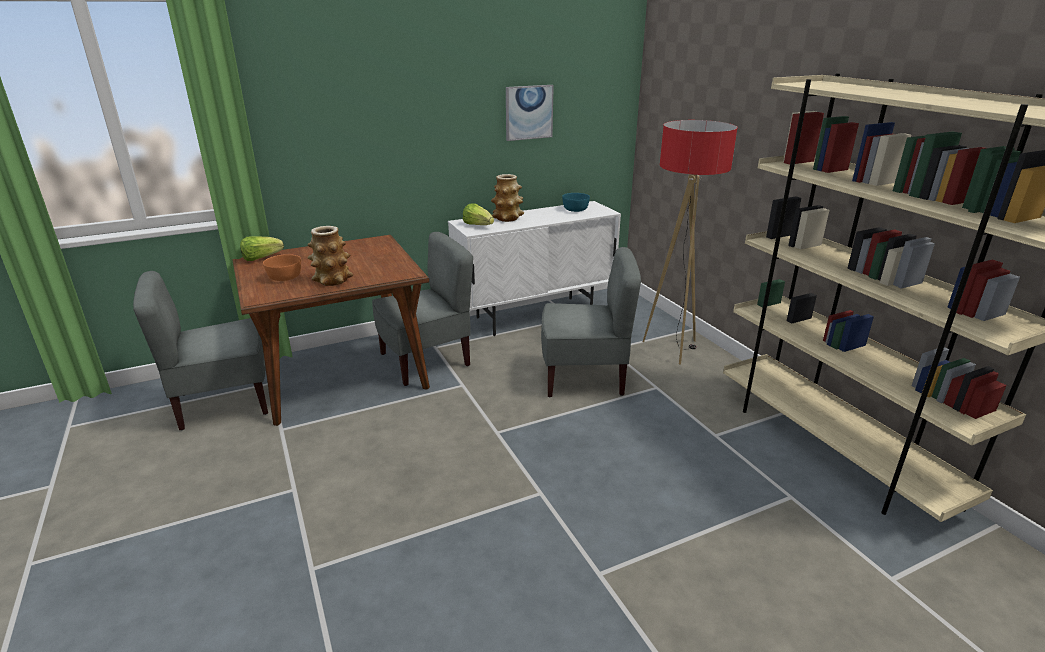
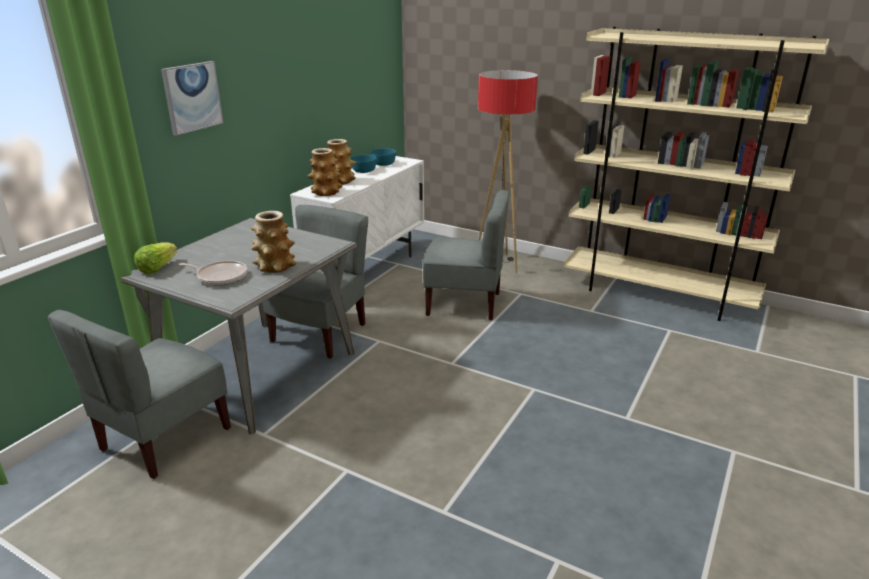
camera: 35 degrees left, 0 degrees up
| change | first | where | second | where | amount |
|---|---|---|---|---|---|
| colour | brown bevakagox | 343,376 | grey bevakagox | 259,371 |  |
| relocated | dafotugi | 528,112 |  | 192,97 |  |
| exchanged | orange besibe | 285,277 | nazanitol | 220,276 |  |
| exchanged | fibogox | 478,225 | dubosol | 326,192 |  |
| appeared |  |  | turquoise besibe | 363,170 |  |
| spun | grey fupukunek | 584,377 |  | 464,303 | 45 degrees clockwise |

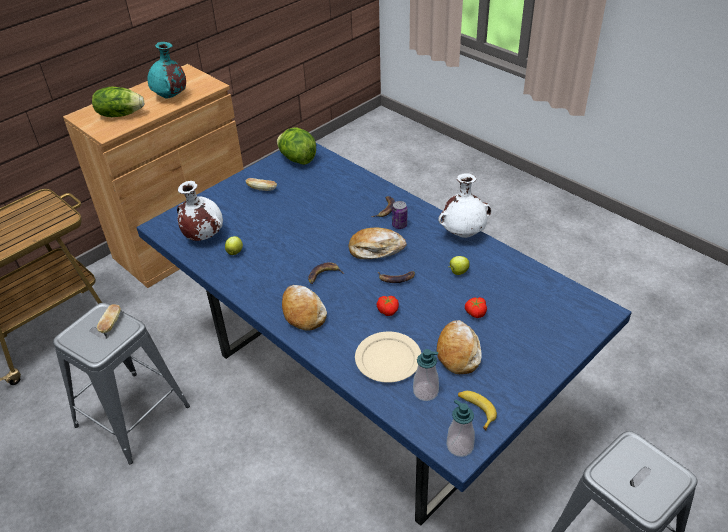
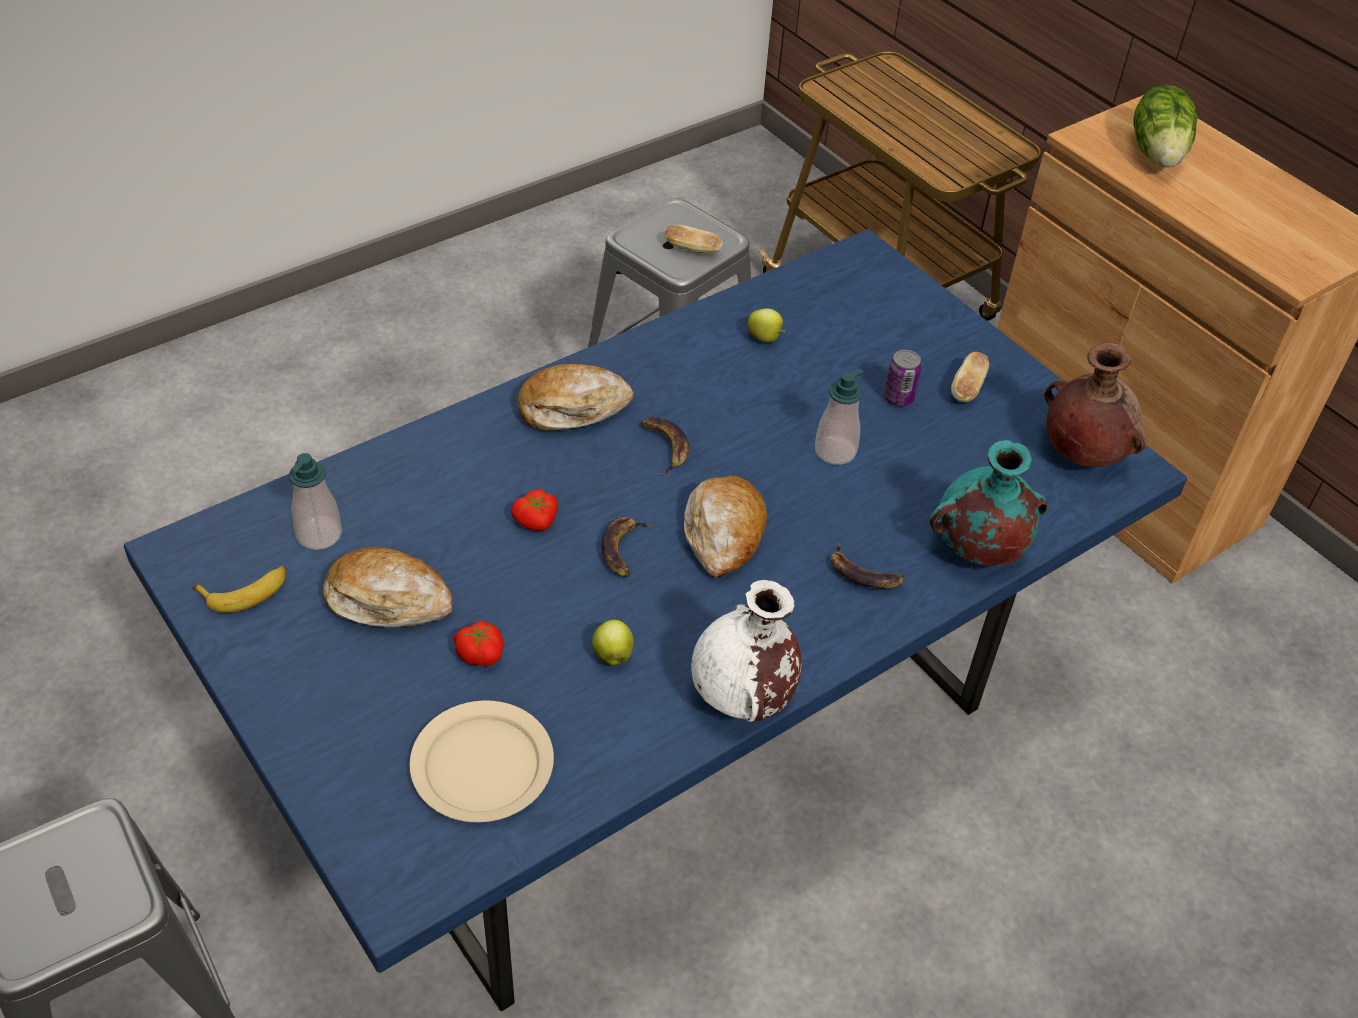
camera: 95 degrees right, 5 degrees up
| change | first | where | second | where | amount |
|---|---|---|---|---|---|
| relocated | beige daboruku | 388,358 |  | 483,765 |  |
| relocated | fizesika | 460,446 |  | 835,451 |  |
| relocated | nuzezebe | 399,225 |  | 898,398 |  |
| relocated | turquoise dubosol | 171,96 |  | 977,549 |  |
| exchanged | fibogox | 297,159 | brown dubosol | 1081,453 |  |
| missing | white dubosol | 203,236 |  |  |  |

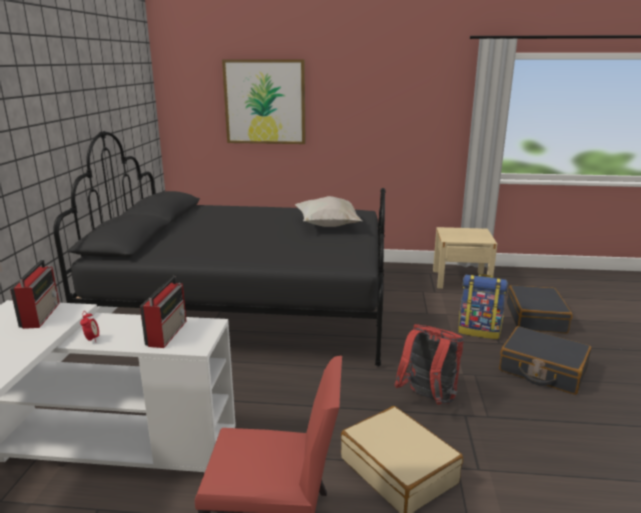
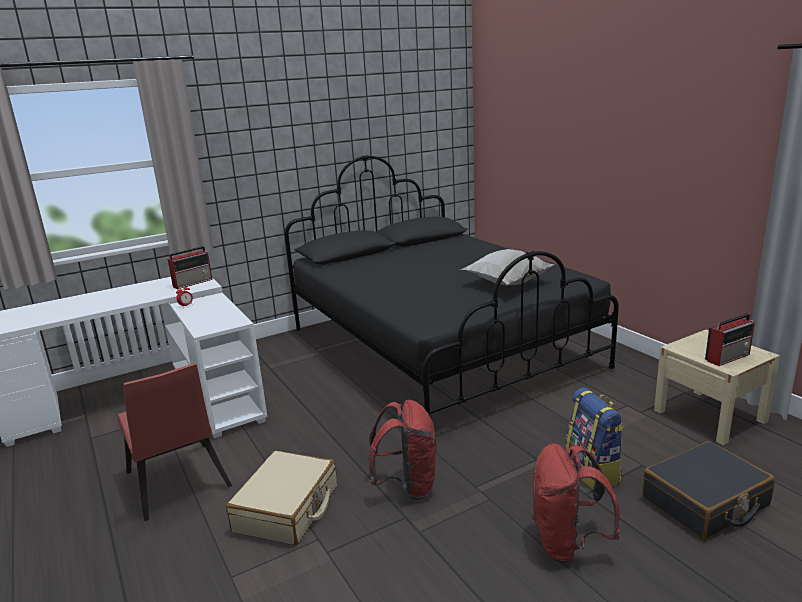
camera: 55 degrees right, 0 degrees up
| change | first | where | second | where | amount |
|---|---|---|---|---|---|
| exchanged | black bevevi | 542,370 | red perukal | 567,543 |  |
| relocated | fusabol | 167,332 |  | 728,357 |  |
| missing | dafotugi | 265,102 |  |  |  |

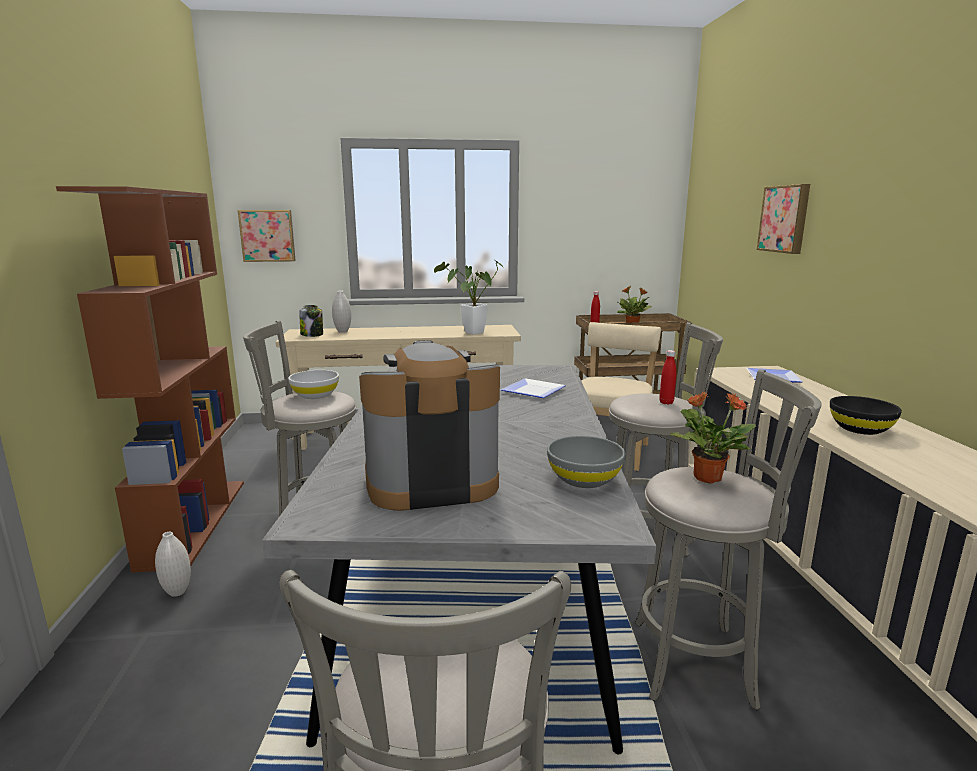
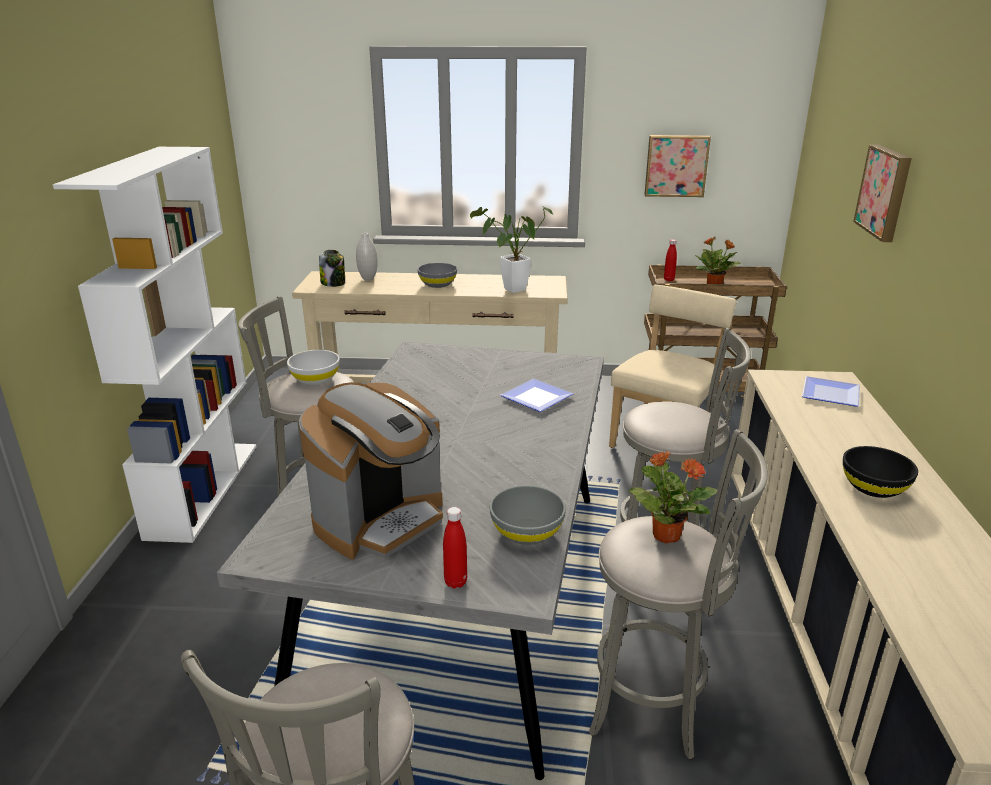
camera: 10 degrees right, 10 degrees up
| change | first | where | second | where | amount |
|---|---|---|---|---|---|
| colour | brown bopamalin | 194,521 | white bopamalin | 203,488 |  |
| spun | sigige | 431,482 |  | 381,520 | 135 degrees clockwise |
| appeared |  |  | grey besibe | 437,284 |  |
| relocated | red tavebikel | 666,402 |  | 455,582 |  |
| relocated | dafotugi | 267,235 |  | 676,165 |  |
| missing | white dubosol | 177,592 |  |  |  |

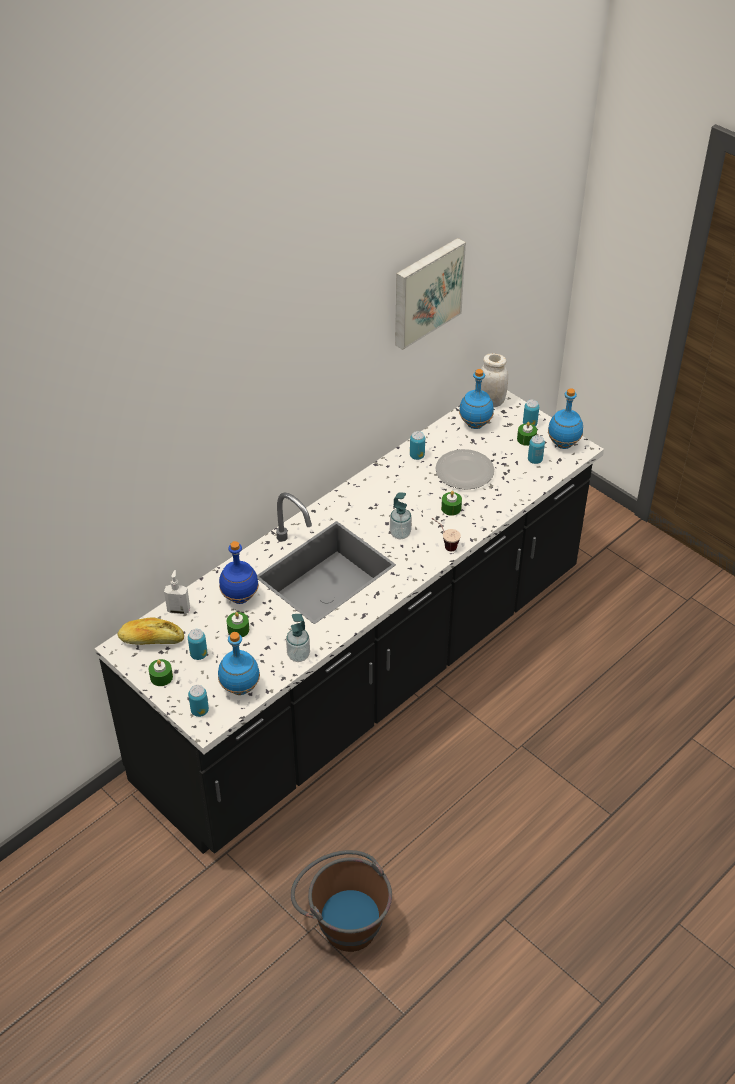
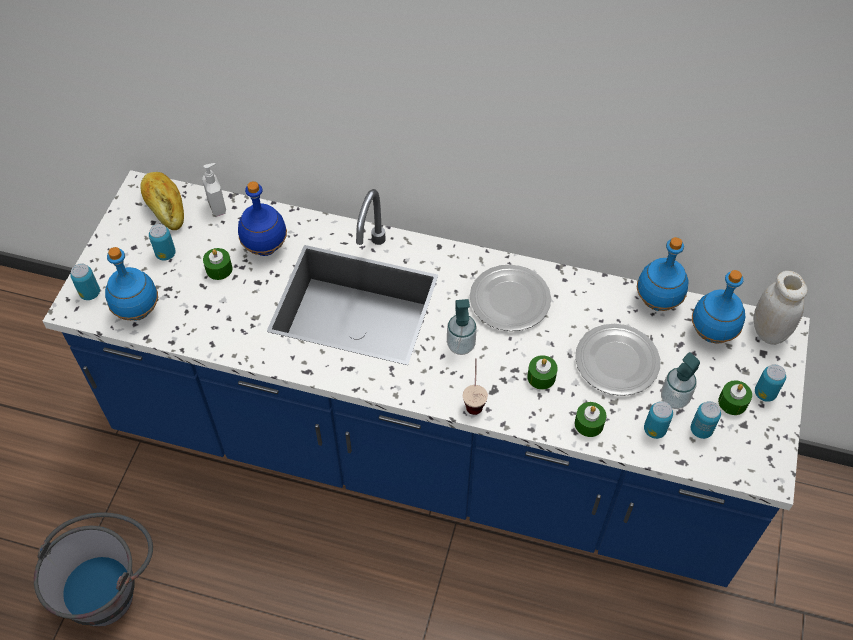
camera: 60 degrees right, 10 degrees up
| change | first | where | second | where | amount |
|---|---|---|---|---|---|
| colour | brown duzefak | 342,919 | grey duzefak | 109,585 |  |
| colour | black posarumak | 367,675 | blue posarumak | 426,450 |  |
| appeared |  |  | daboruku | 510,299 |  |
| relocated | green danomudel | 161,677 |  | 589,424 |  |
| relocated | blue tavebikel | 563,444 |  | 656,302 |  |
| relocated | nuzezebe | 417,456 |  | 654,430 |  |
| relocated | fizesika | 298,655 |  | 674,398 |  |
| missing | dafotugi | 426,292 |  |  |  |

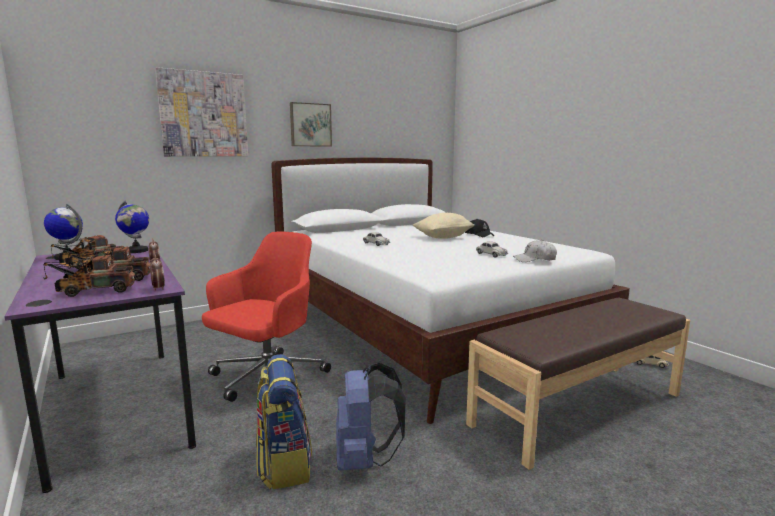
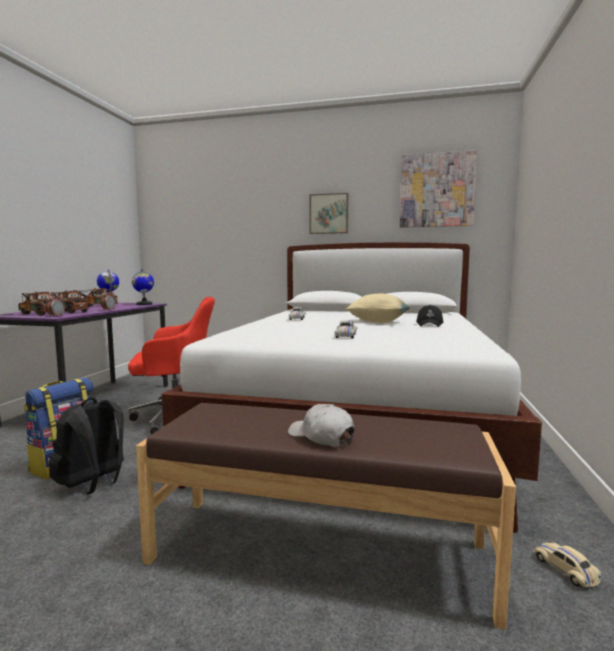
camera: 45 degrees right, 5 degrees down
| change | first | where | second | where | amount |
|---|---|---|---|---|---|
| colour | blue perukal | 364,460 | black perukal | 93,485 |  |
| relocated | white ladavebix | 535,259 |  | 321,436 |  |
| relocated | dafotugi | 203,114 |  | 436,190 |  |

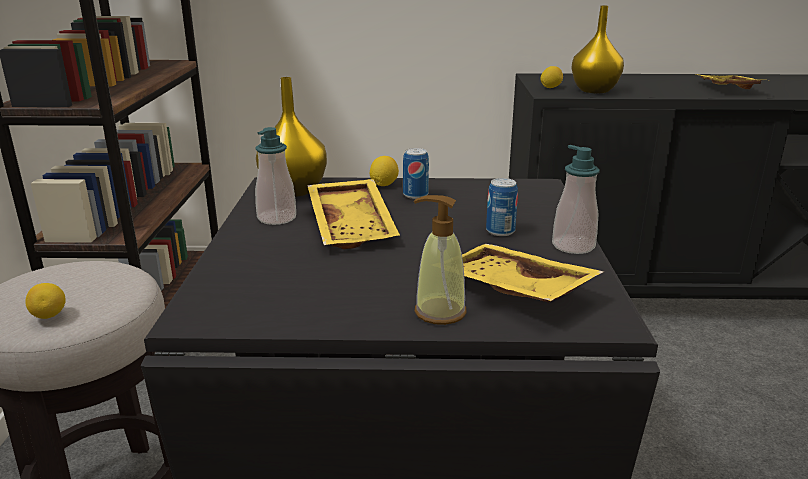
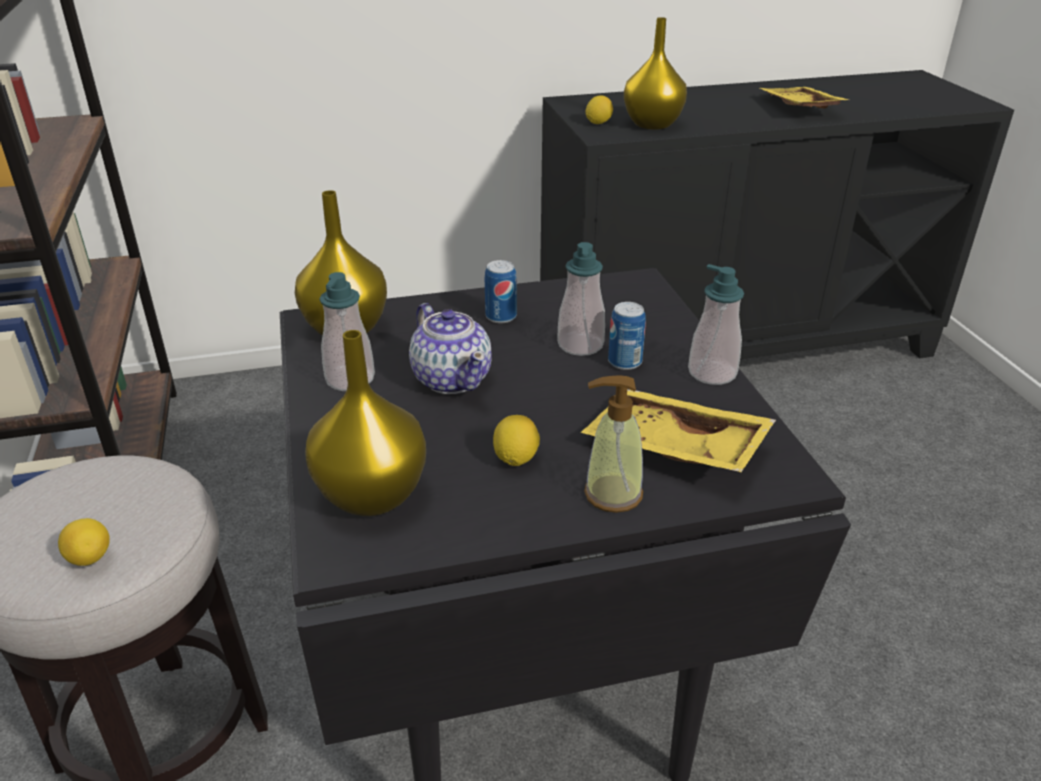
camera: 15 degrees left, 10 degrees up
| change | first | where | second | where | amount |
|---|---|---|---|---|---|
| appeared |  |  | yellow dubosol | 369,496 |  |
| exchanged | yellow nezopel | 354,226 | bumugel | 452,378 |  |
| relocated | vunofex | 384,184 |  | 516,458 |  |
| appeared |  |  | fizesika | 580,345 |  |

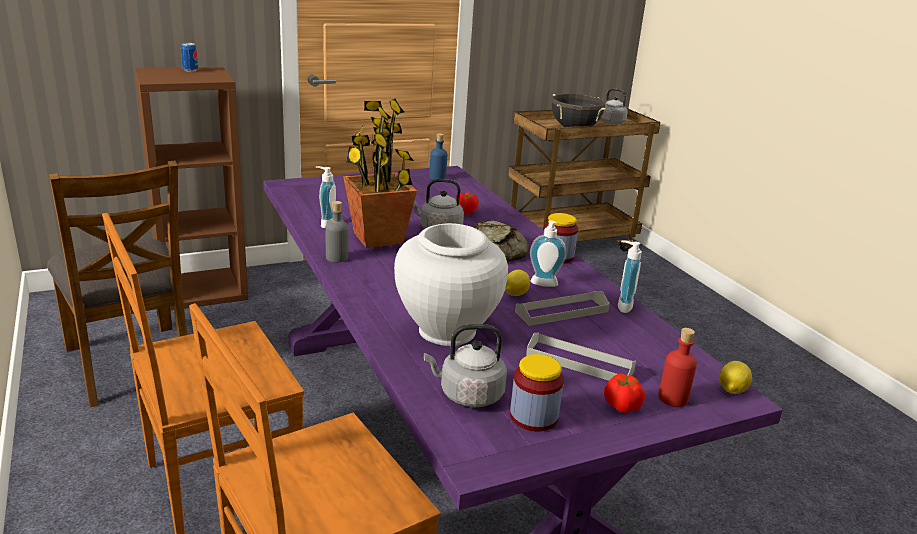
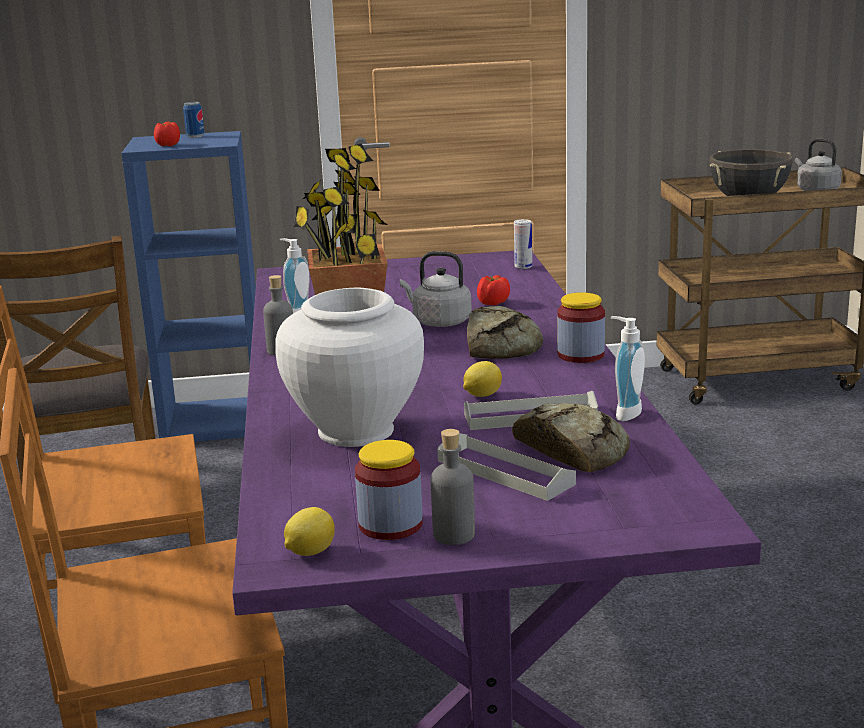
camera: 20 degrees right, 5 degrees down
| change | first | where | second | where | amount |
|---|---|---|---|---|---|
| colour | brown bopamalin | 203,290 | blue bopamalin | 216,422 |  |
| relocated | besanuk | 621,407 |  | 167,145 |  |
| relocated | vunofex | 731,390 |  | 309,552 |  |
| appeared |  |  | grey tavebikel | 454,535 |  |
| appeared |  |  | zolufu | 573,449 |  |
| appeared |  |  | nuzezebe | 523,267 |  |
| missing | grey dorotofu | 468,395 |  |  |  |
| missing | blue tavebikel | 437,178 |  |  |  |
| missing | fizesika | 543,285 |  |  |  |
| missing | red tavebikel | 673,398 |  |  |  |

